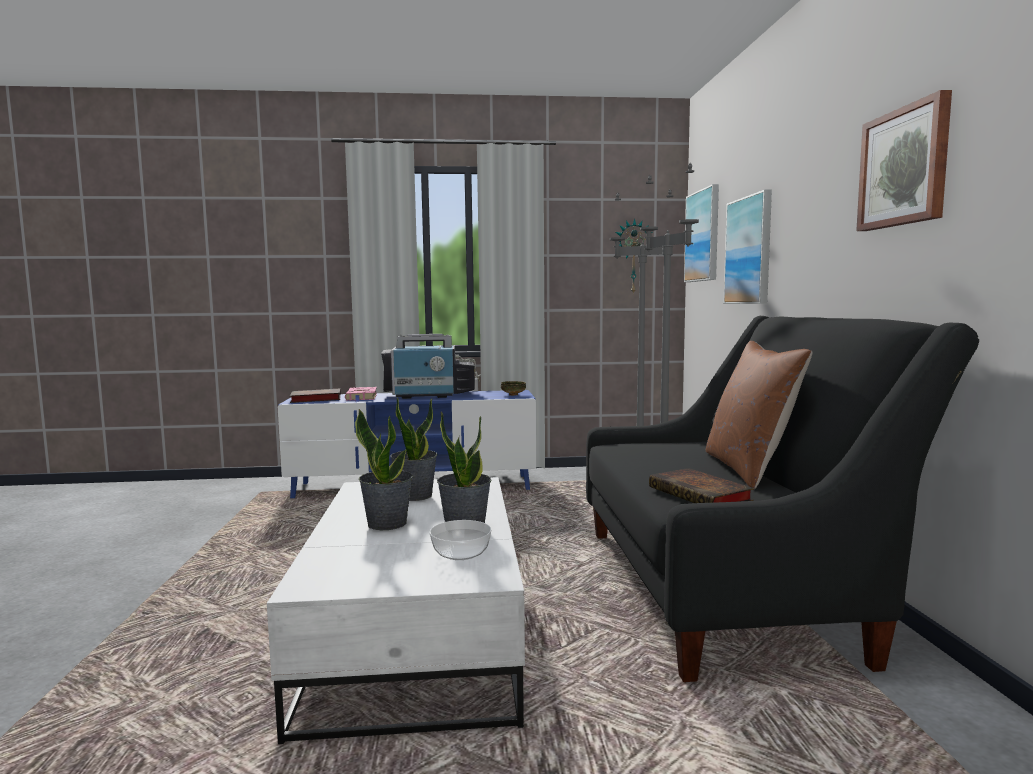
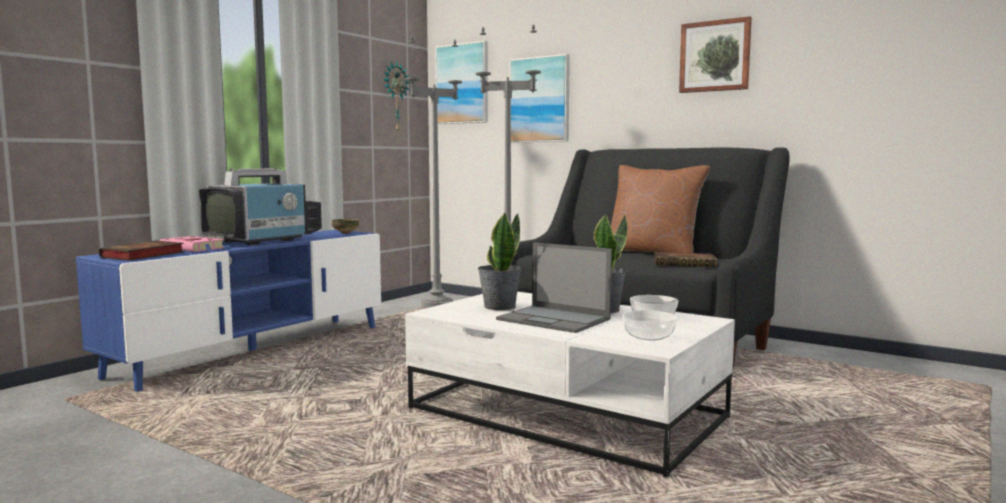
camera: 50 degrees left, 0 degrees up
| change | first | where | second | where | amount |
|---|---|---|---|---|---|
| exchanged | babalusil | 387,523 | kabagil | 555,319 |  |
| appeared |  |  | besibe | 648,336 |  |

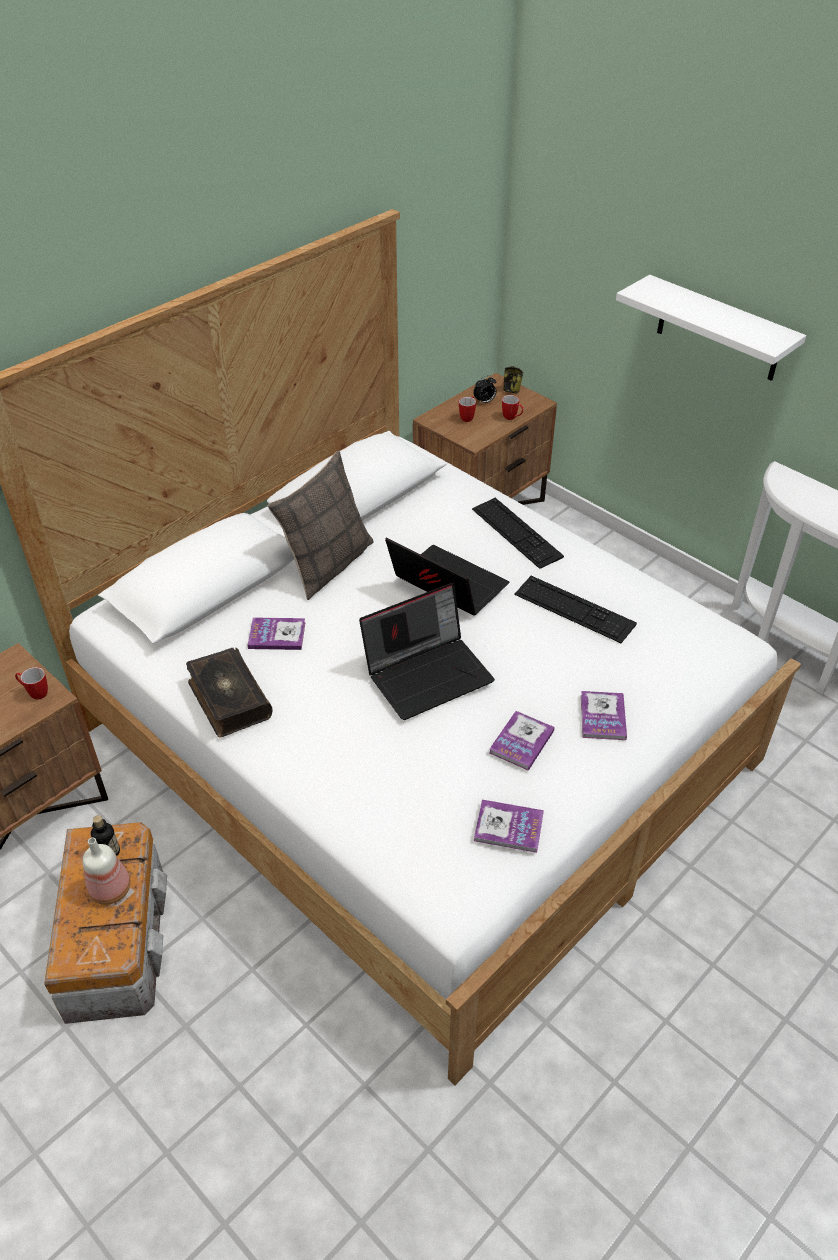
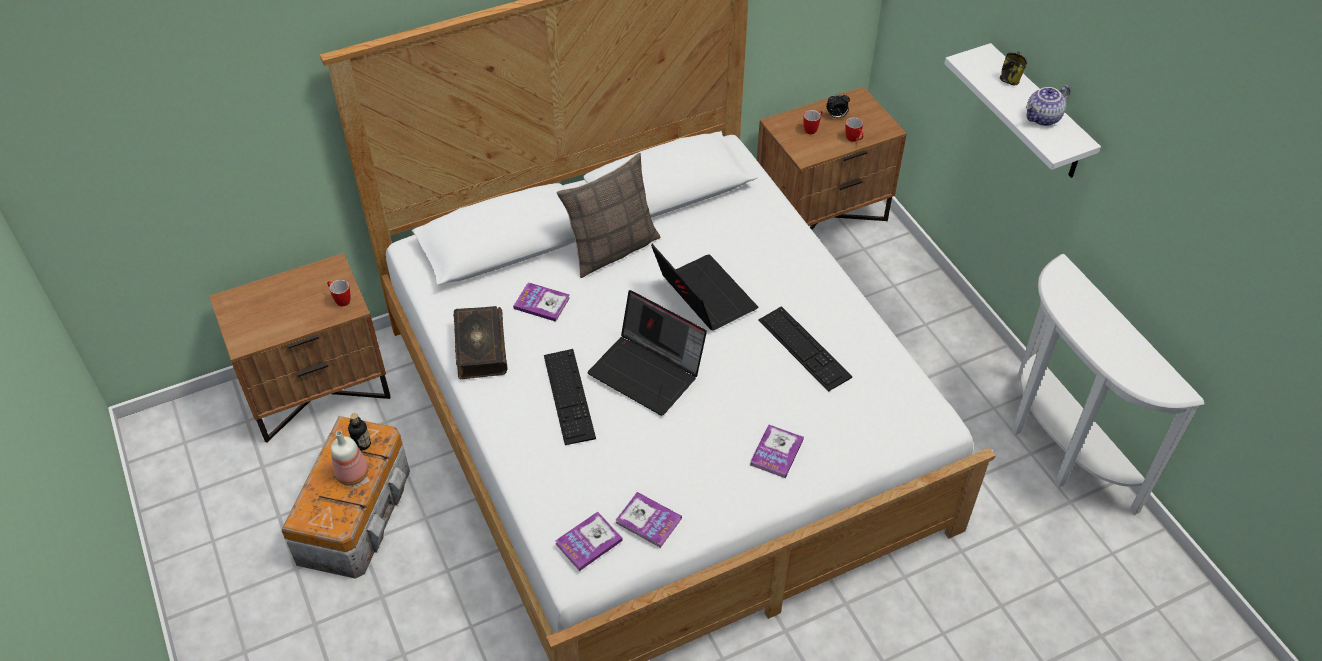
camera: 20 degrees right, 5 degrees up
| change | first | where | second | where | amount |
|---|---|---|---|---|---|
| relocated | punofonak | 516,532 |  | 569,396 |  |
| relocated | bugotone | 521,741 |  | 588,542 |  |
| spun | kabagil | 428,673 |  | 648,372 | 45 degrees clockwise |
| relocated | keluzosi | 511,389 |  | 1010,79 |  |
| appeared |  |  | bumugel | 1043,118 |  |

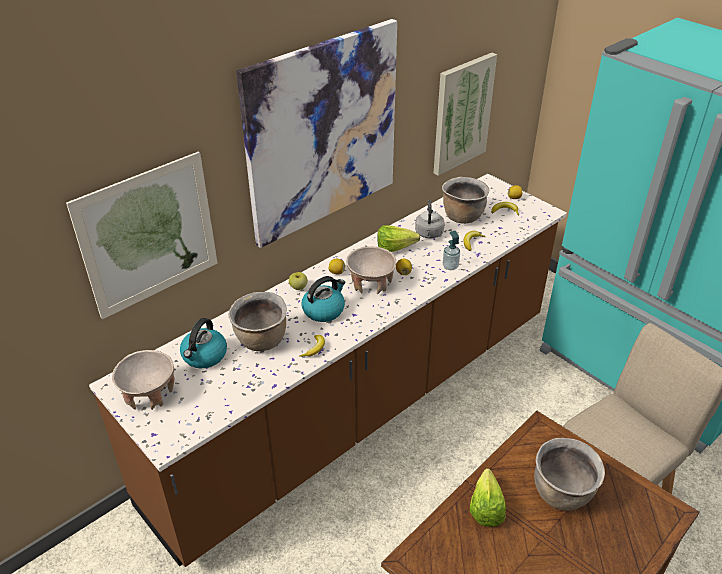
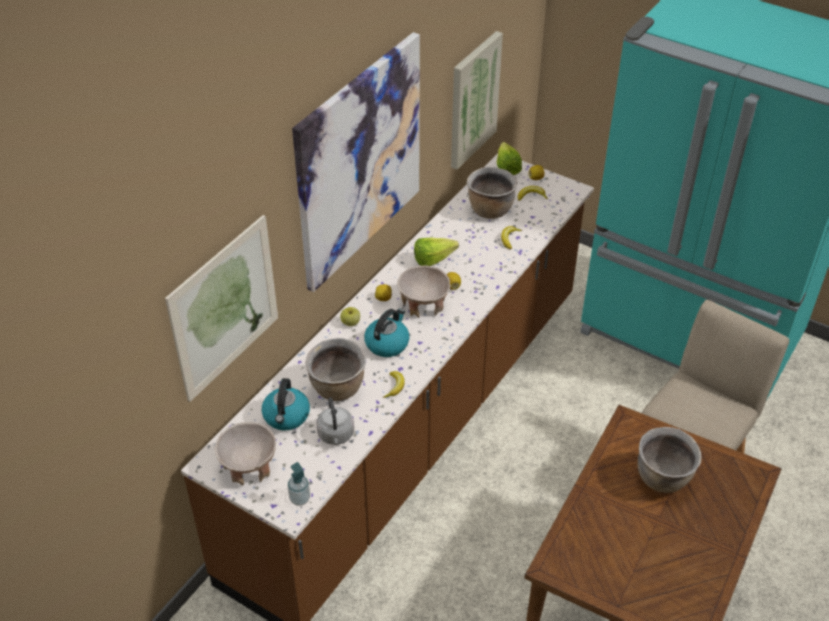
camera: 15 degrees left, 5 degrees up
| change | first | where | second | where | amount |
|---|---|---|---|---|---|
| relocated | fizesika | 450,266 |  | 300,499 |  |
| relocated | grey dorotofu | 429,234 |  | 336,436 |  |
| relocated | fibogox | 487,505 |  | 507,166 |  |

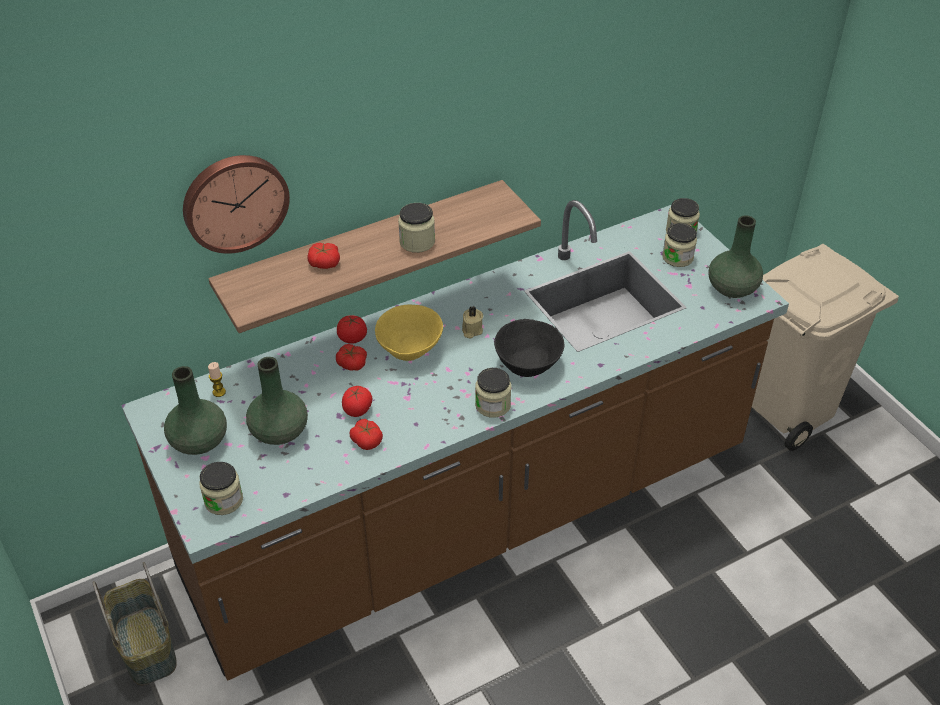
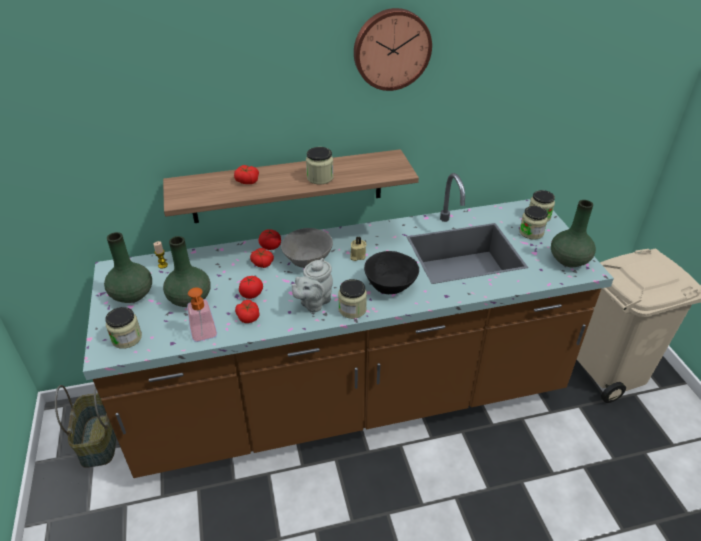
camera: 15 degrees right, 5 degrees down
| change | first | where | second | where | amount |
|---|---|---|---|---|---|
| appeared |  |  | fizesika | 204,336 |  |
| colour | yellow besibe | 409,348 | grey besibe | 307,260 |  |
| appeared |  |  | grey bumugel | 313,303 |  |
| relocated | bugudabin | 234,201 |  | 391,49 |  |

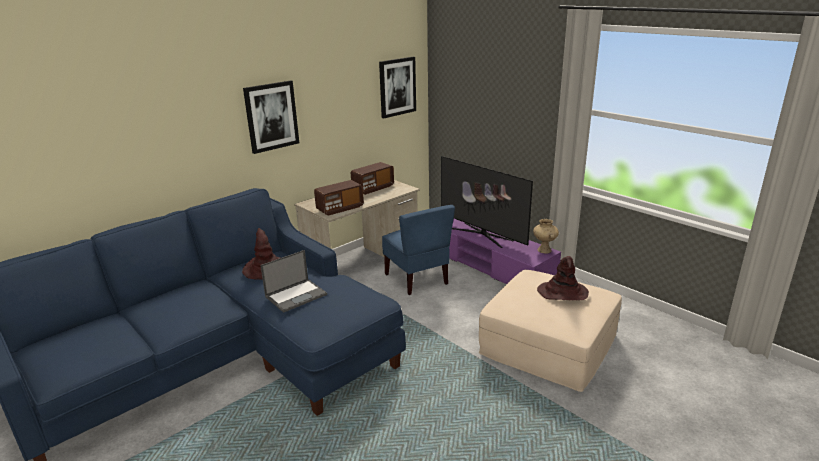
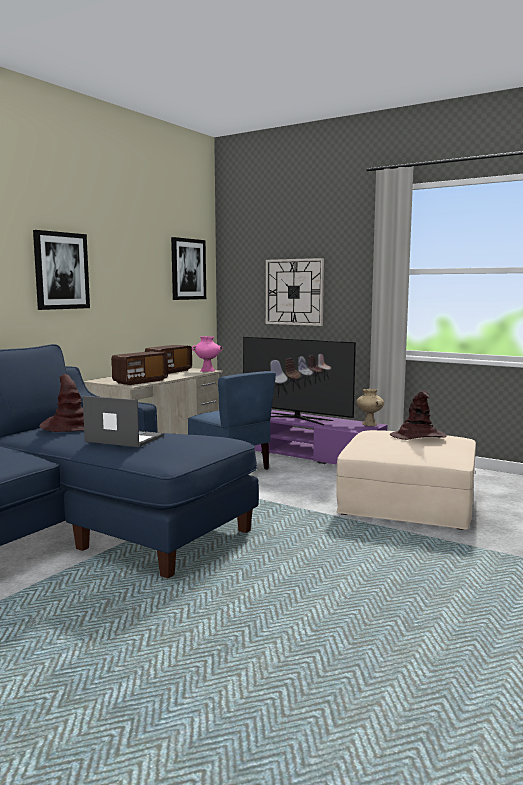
camera: 15 degrees left, 15 degrees down
| change | first | where | second | where | amount |
|---|---|---|---|---|---|
| spun | kabagil | 296,295 |  | 124,439 | 105 degrees counterclockwise |
| appeared |  |  | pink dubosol | 207,370 |  |
| appeared |  |  | bugudabin | 294,292 |  |

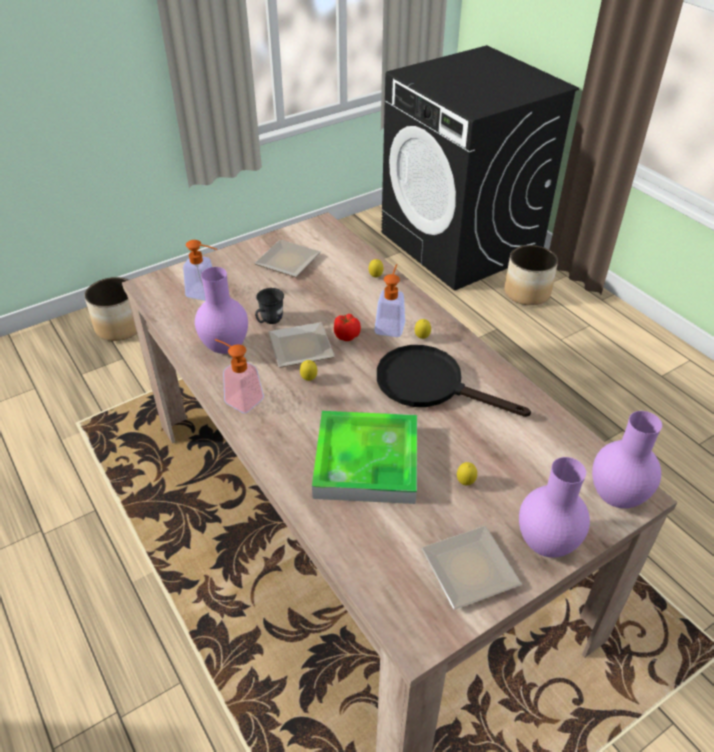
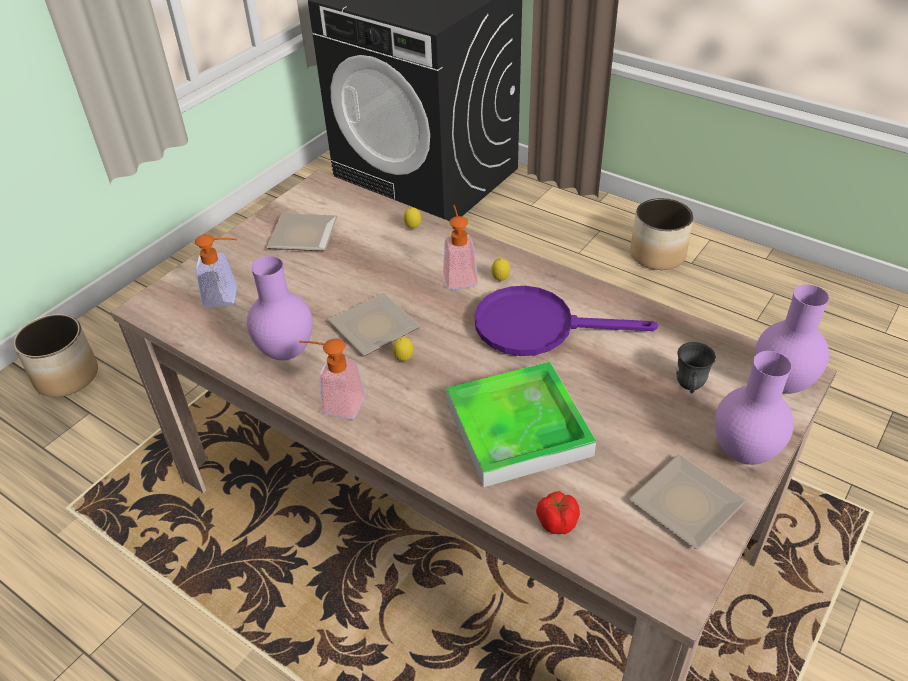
camera: 20 degrees left, 0 degrees up
| change | first | where | second | where | amount |
|---|---|---|---|---|---|
| colour | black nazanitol | 431,384 | purple nazanitol | 538,326 |  |
| relocated | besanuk | 346,335 |  | 556,522 |  |
| relocated | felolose | 527,293 |  | 657,255 |  |
| relocated | grey keluzosi | 269,321 |  | 690,387 |  |
| missing | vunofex | 465,483 |  |  |  |

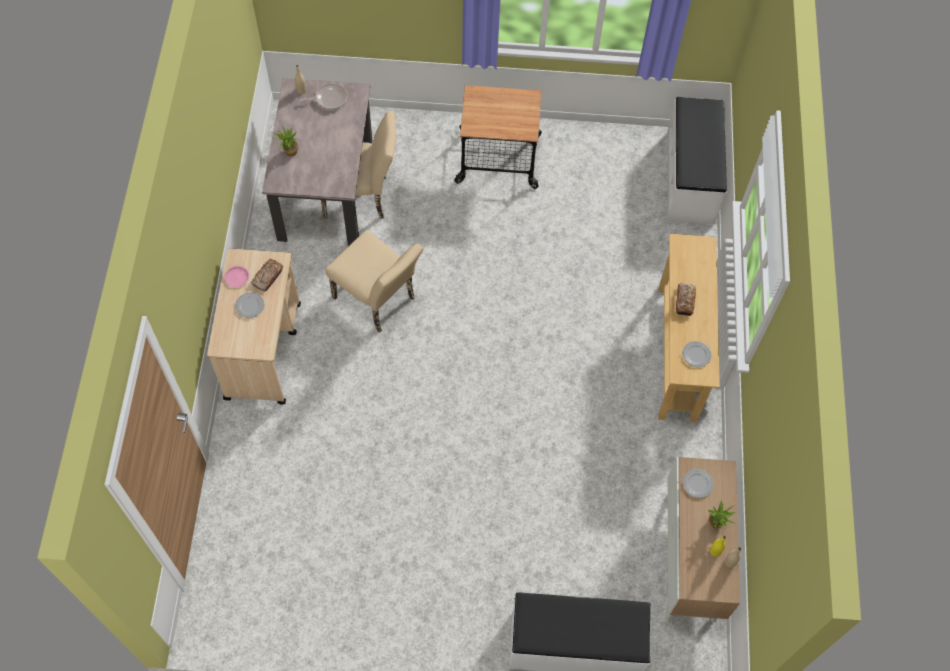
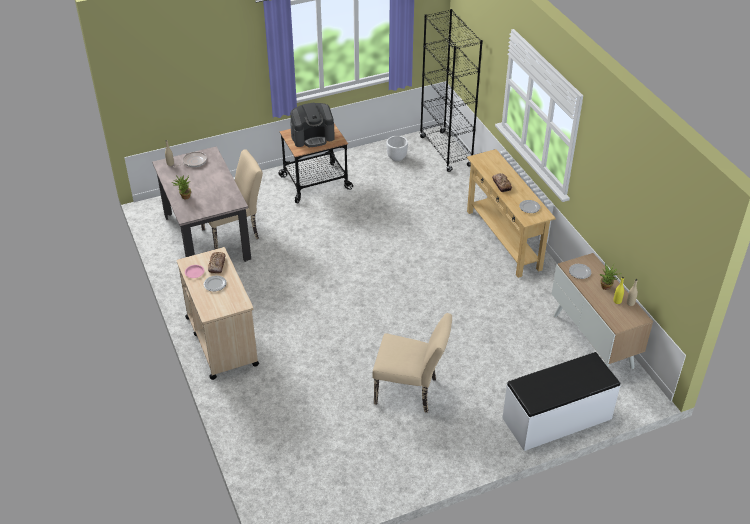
camera: 25 degrees left, 20 degrees down
| change | first | where | second | where | amount |
|---|---|---|---|---|---|
| appeared |  |  | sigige | 312,136 |  |
| relocated | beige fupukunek | 378,301 |  | 411,392 |  |
| appeared |  |  | white felolose | 397,157 |  |
| exchanged | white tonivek | 691,177 | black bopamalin | 446,151 |  |

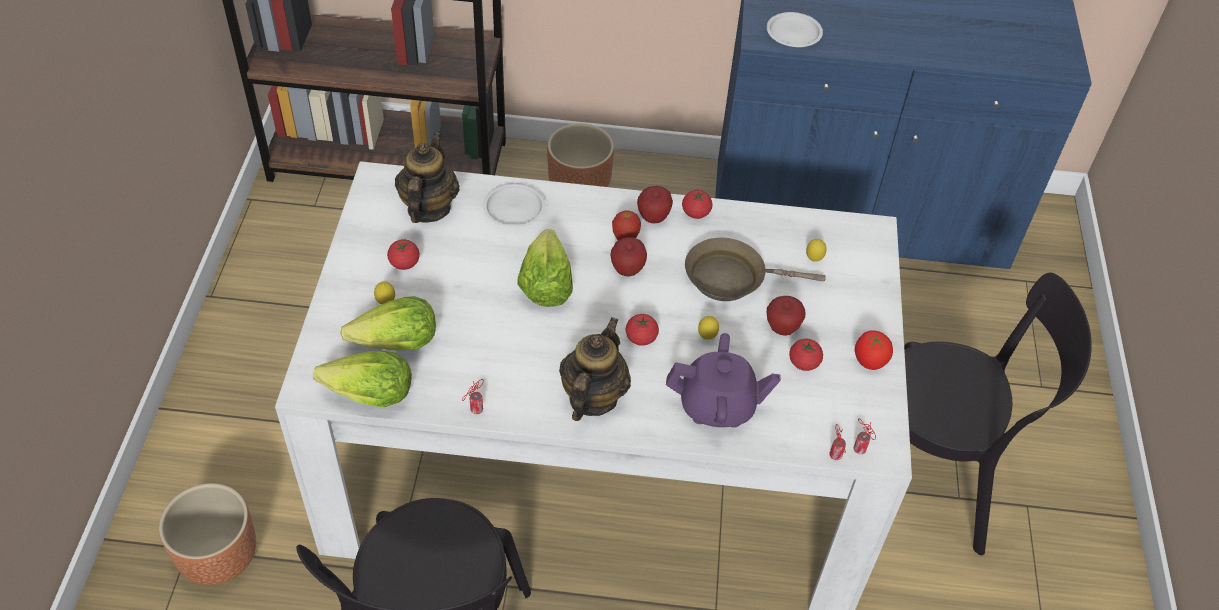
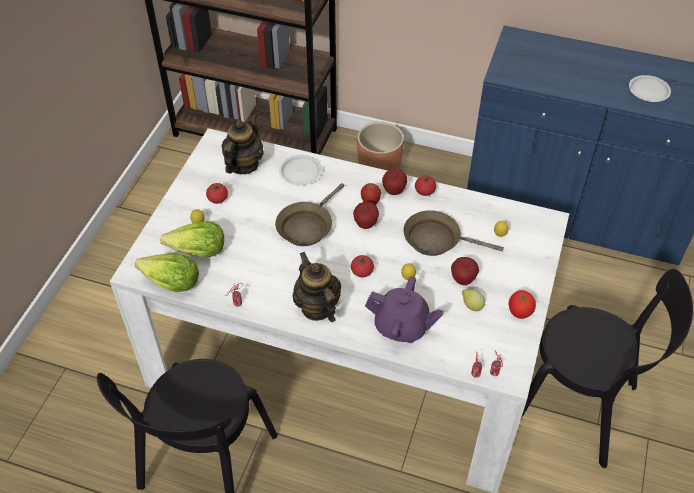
camera: 15 degrees right, 0 degrees up
| change | first | where | second | where | amount |
|---|---|---|---|---|---|
| exchanged | fibogox | 545,284 | brown nazanitol | 307,226 |  |
| spun | bumugel | 592,397 |  | 317,307 | 60 degrees counterclockwise |
| exchanged | besanuk | 804,363 | vunofex | 471,306 |  |
| relocated | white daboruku | 794,34 |  | 649,91 |  |
| missing | brown felolose | 220,557 |  |  |  |

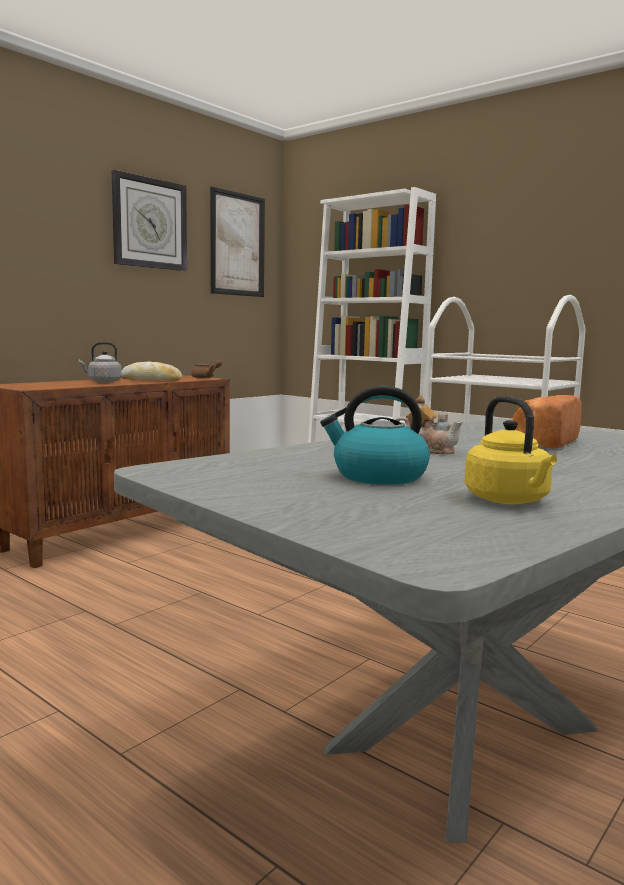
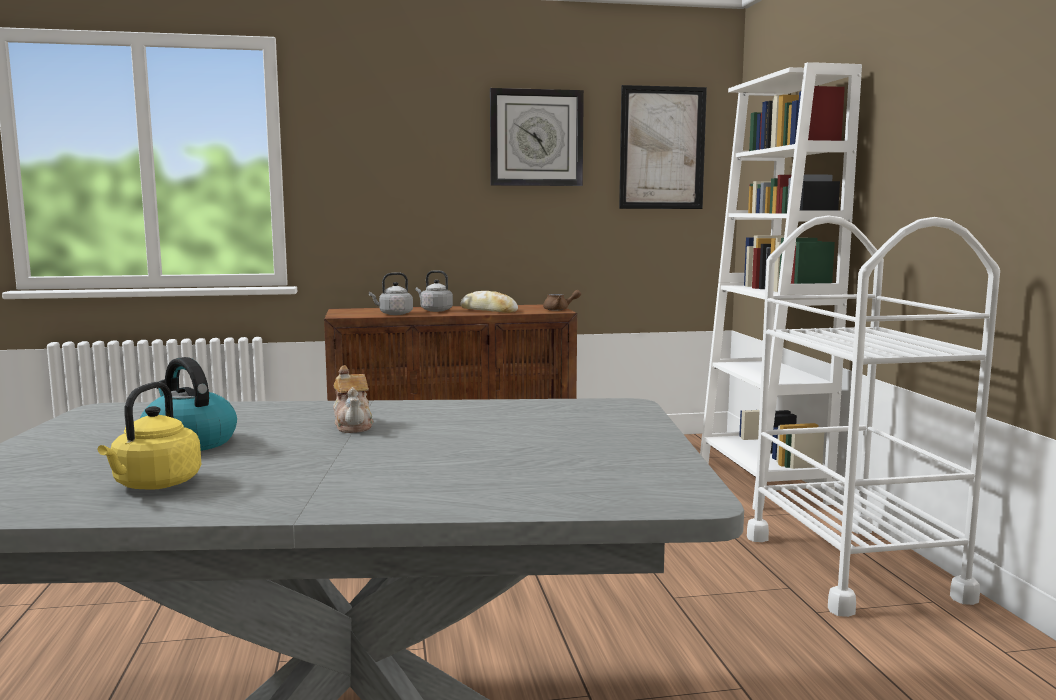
camera: 40 degrees right, 0 degrees up
| change | first | where | second | where | amount |
|---|---|---|---|---|---|
| appeared |  |  | grey dorotofu | 394,314 |  |
| missing | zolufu | 543,442 |  |  |  |

